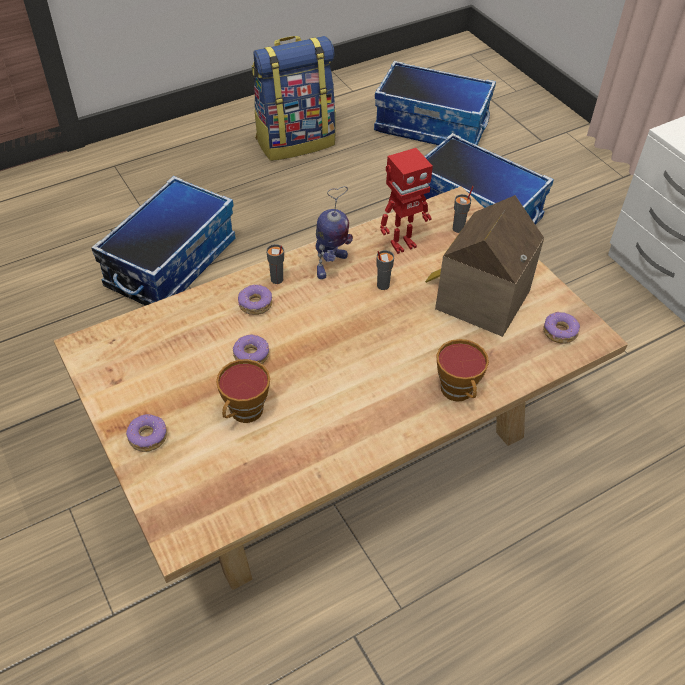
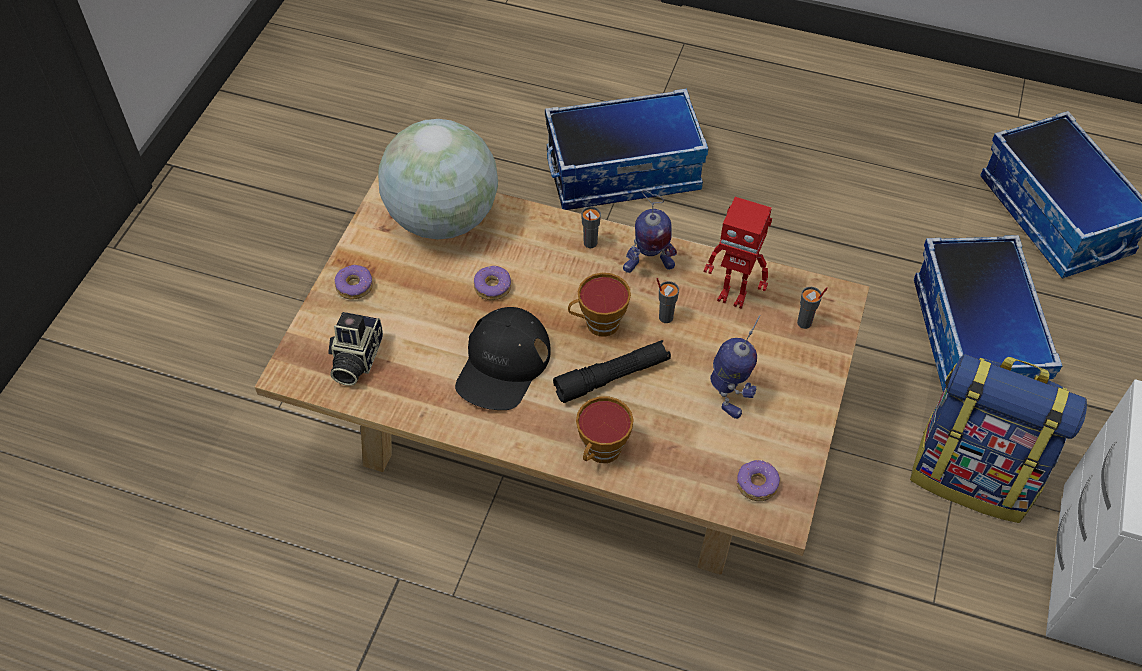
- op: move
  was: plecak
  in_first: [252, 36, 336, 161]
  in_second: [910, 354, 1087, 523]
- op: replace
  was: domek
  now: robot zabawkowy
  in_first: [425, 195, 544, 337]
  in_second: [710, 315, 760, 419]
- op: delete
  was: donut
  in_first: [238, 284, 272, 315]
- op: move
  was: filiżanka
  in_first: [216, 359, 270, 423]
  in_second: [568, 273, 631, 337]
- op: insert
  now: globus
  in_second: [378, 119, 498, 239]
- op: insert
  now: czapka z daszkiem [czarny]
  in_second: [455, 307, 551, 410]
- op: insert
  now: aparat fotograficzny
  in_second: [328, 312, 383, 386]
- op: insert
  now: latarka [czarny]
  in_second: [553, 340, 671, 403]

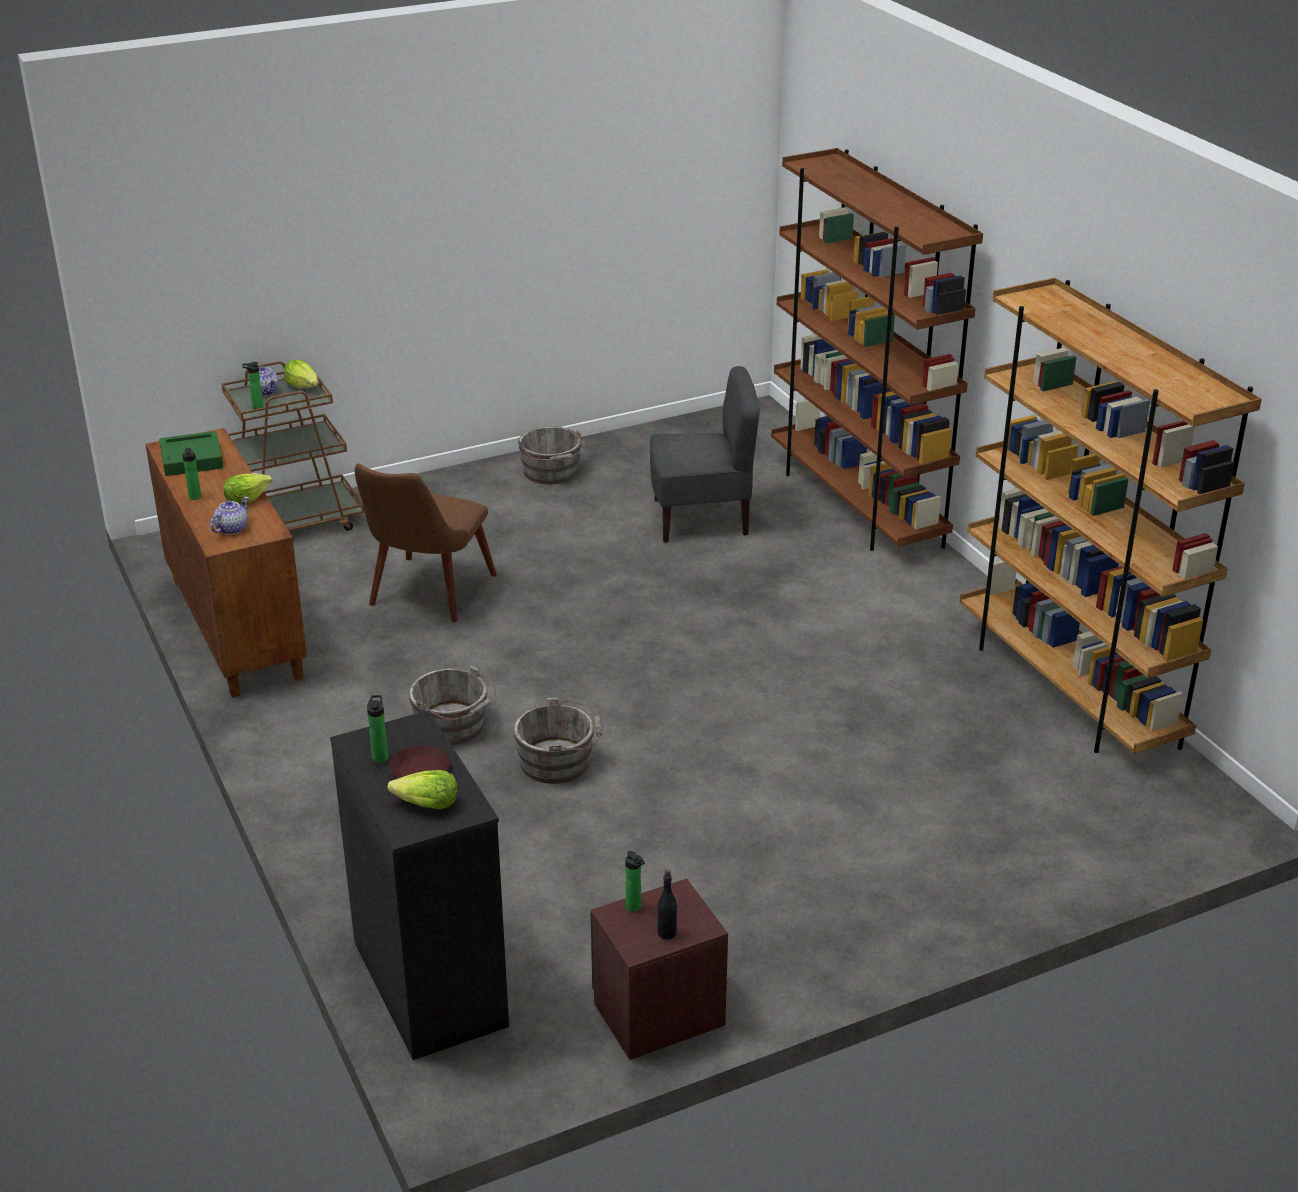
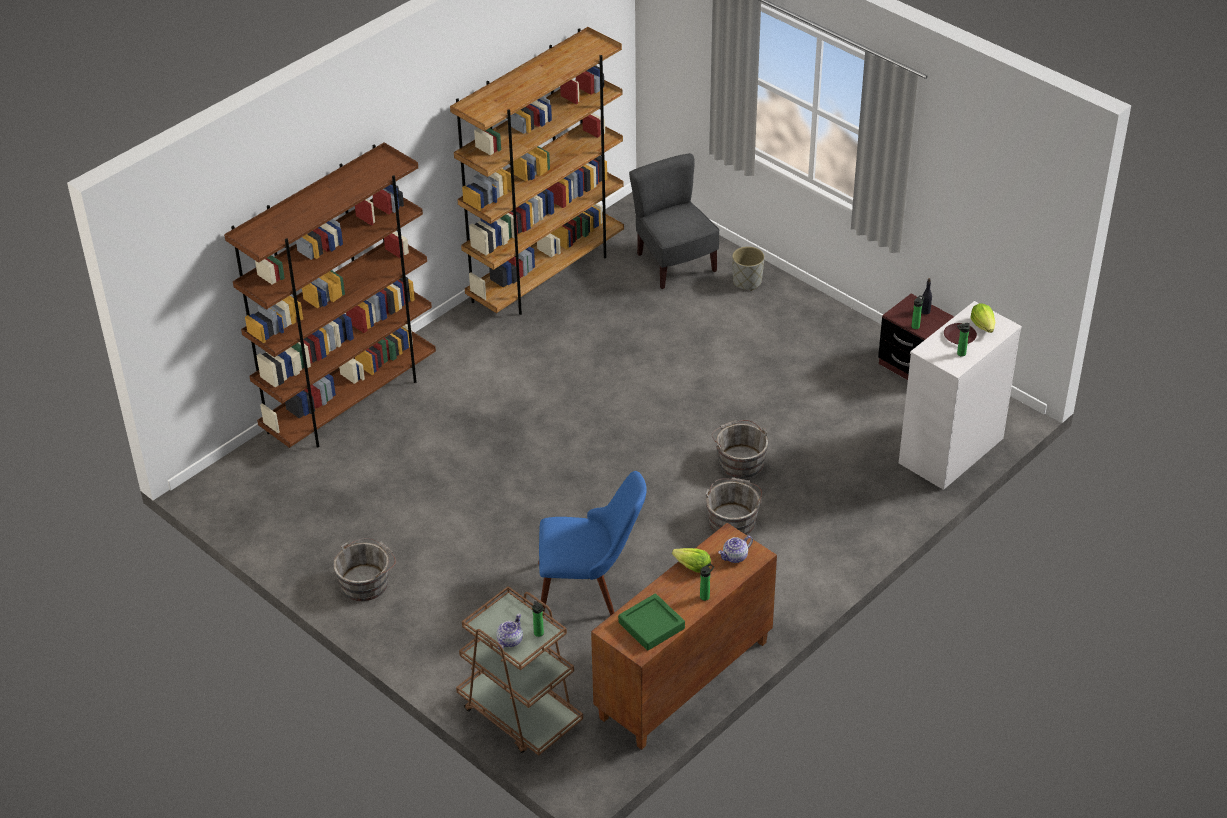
- op: delete
  was: sałata
  in_first: [284, 359, 318, 388]
- op: move
  was: krzesło [szary]
  in_first: [650, 366, 760, 543]
  in_second: [629, 153, 719, 289]
- op: recolor
  was: krzesło [brązowy]
  now: krzesło [niebieski]
  in_first: [355, 463, 497, 622]
  in_second: [538, 471, 647, 616]
- op: rotate
  was: imbryk
  in_first: [210, 497, 249, 535]
  in_second: [718, 536, 753, 563]
  clockwise: -45
- op: recolor
  was: komoda [czarny]
  now: komoda [biały]
  in_first: [330, 710, 509, 1060]
  in_second: [899, 301, 1022, 490]
- op: insert
  now: donica [szary]
  in_second: [732, 246, 765, 291]

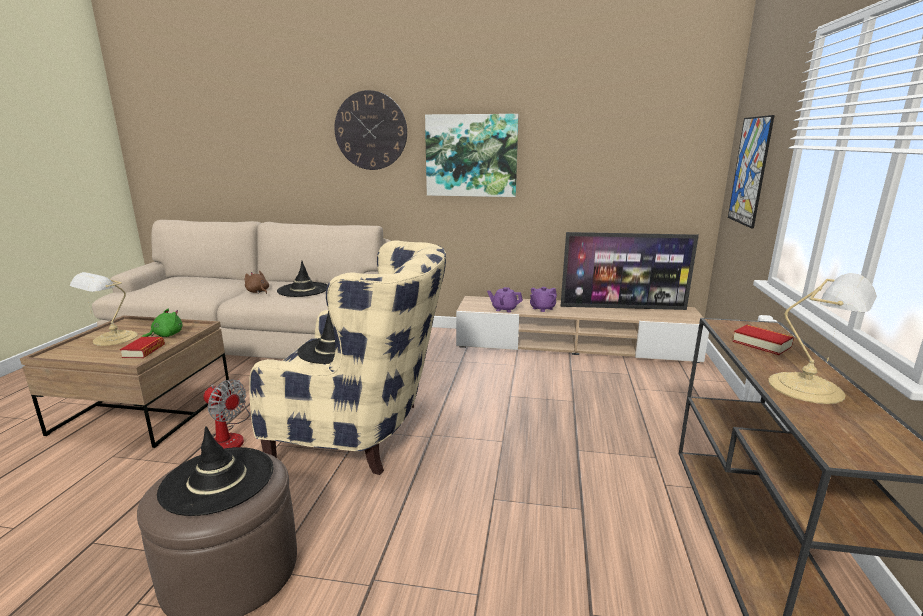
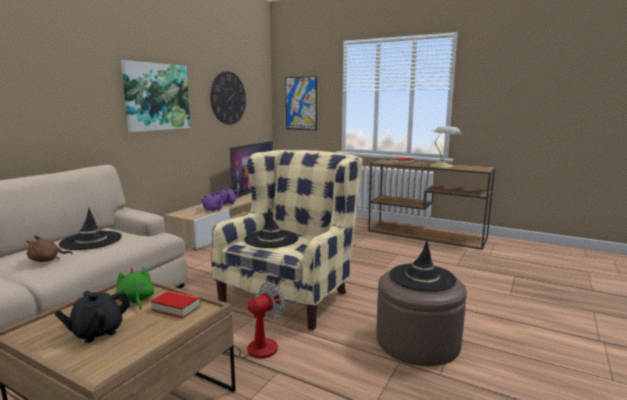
- op: move
  was: zegar ścienny
  in_first: [335, 90, 407, 170]
  in_second: [210, 71, 246, 125]
- op: replace
  was: lampa stołowa
  now: imbryk [czarny]
  in_first: [69, 272, 138, 346]
  in_second: [54, 291, 131, 343]

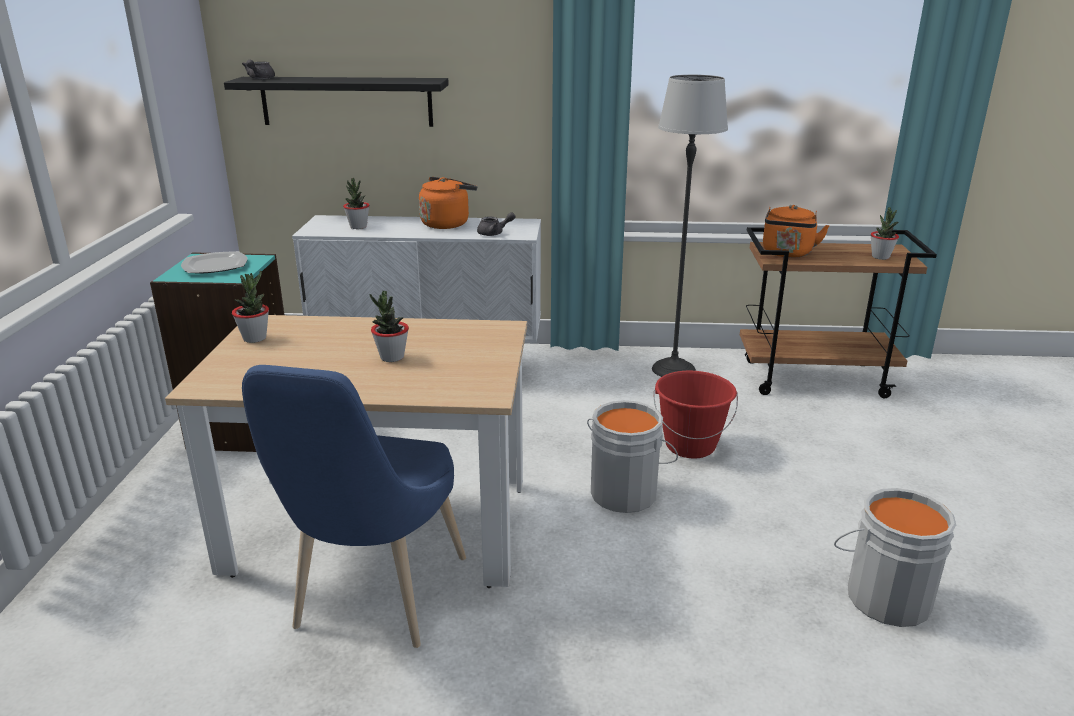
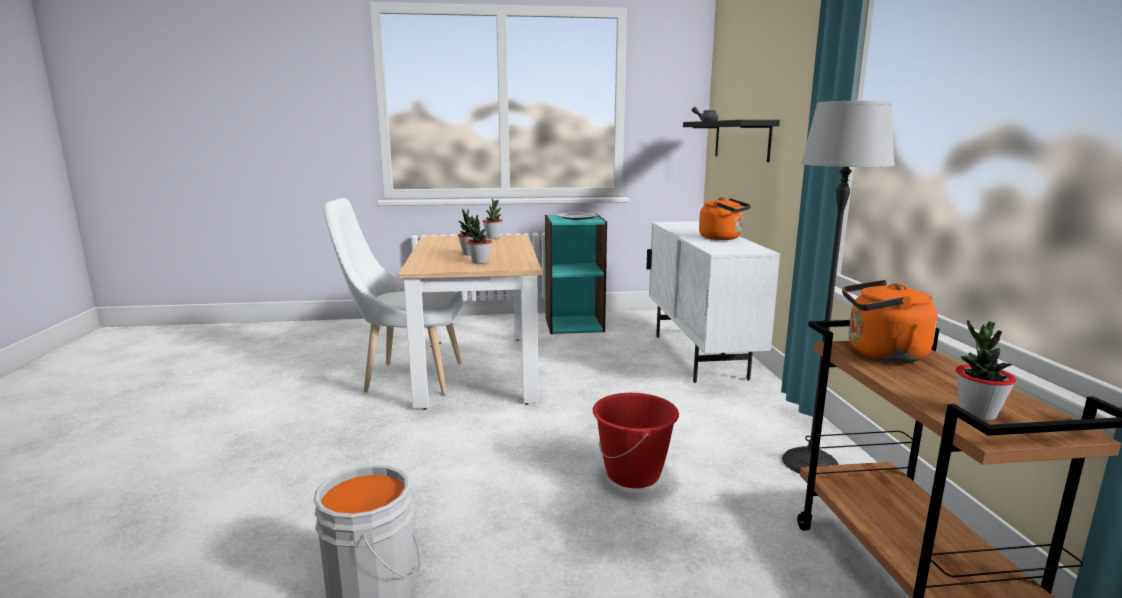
- op: move
  was: roślina doniczkowa
  in_first: [343, 178, 370, 229]
  in_second: [466, 215, 492, 264]
- op: delete
  was: imbryk [szary]
  in_first: [477, 212, 516, 236]
- op: recolor
  was: krzesło [niebieski]
  now: krzesło [biały]
  in_first: [242, 365, 466, 648]
  in_second: [324, 198, 463, 395]
- op: delete
  was: wiadro [szary]
  in_first: [587, 400, 678, 513]

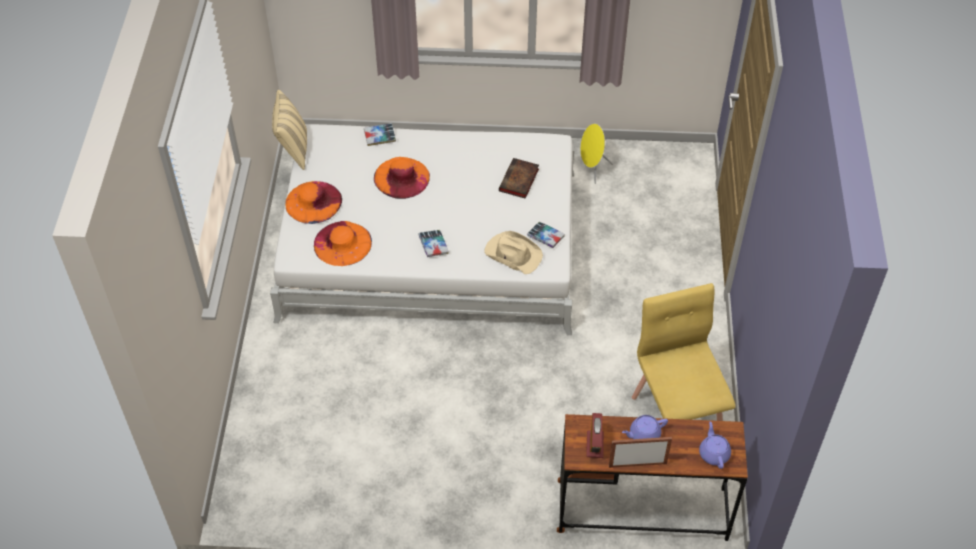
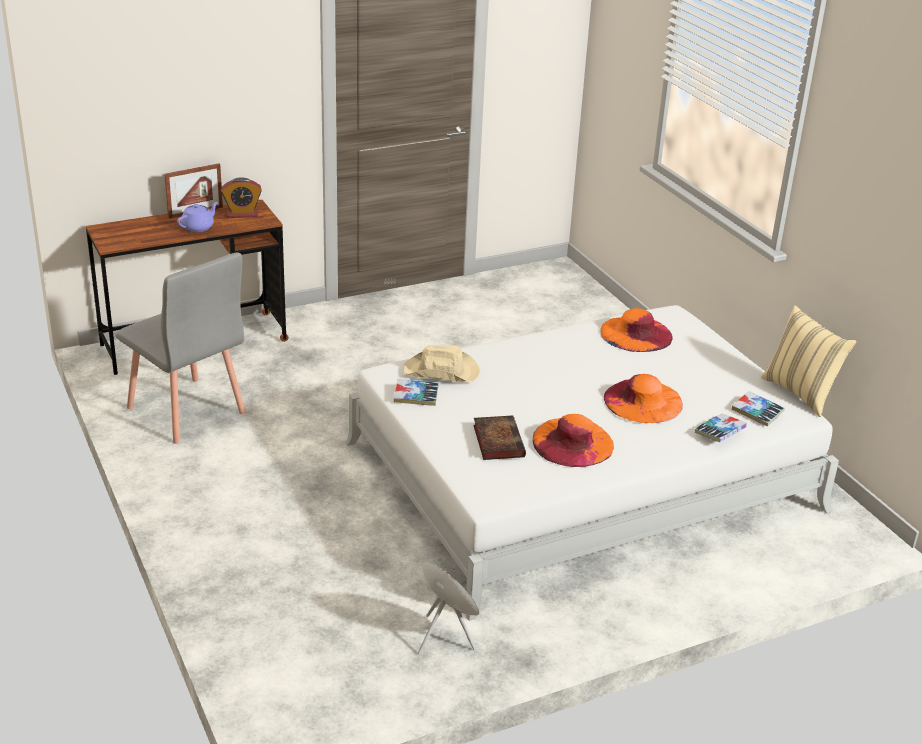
- op: move
  was: kapelusz [pomarańczowy]
  in_first: [286, 181, 342, 224]
  in_second: [533, 414, 614, 467]
- op: move
  was: książka
  in_first: [418, 230, 449, 257]
  in_second: [732, 391, 784, 426]
- op: recolor
  was: krzesło [żółty]
  now: krzesło [szary]
  in_first: [632, 283, 736, 421]
  in_second: [115, 252, 246, 444]
- op: rotate
  was: budzik
  in_first: [586, 413, 604, 458]
  in_second: [221, 177, 262, 218]
  clockwise: -75
- op: delete
  was: imbryk [fioletowy]
  in_first: [699, 421, 731, 469]

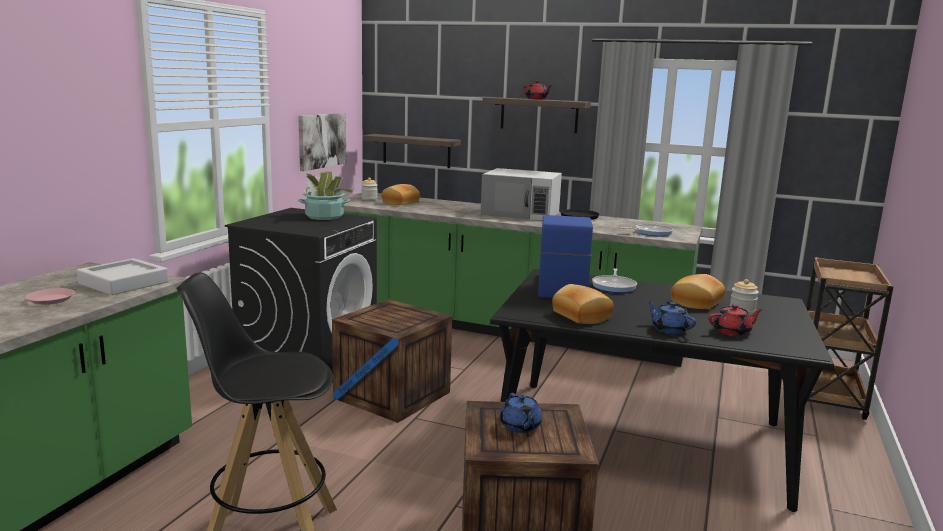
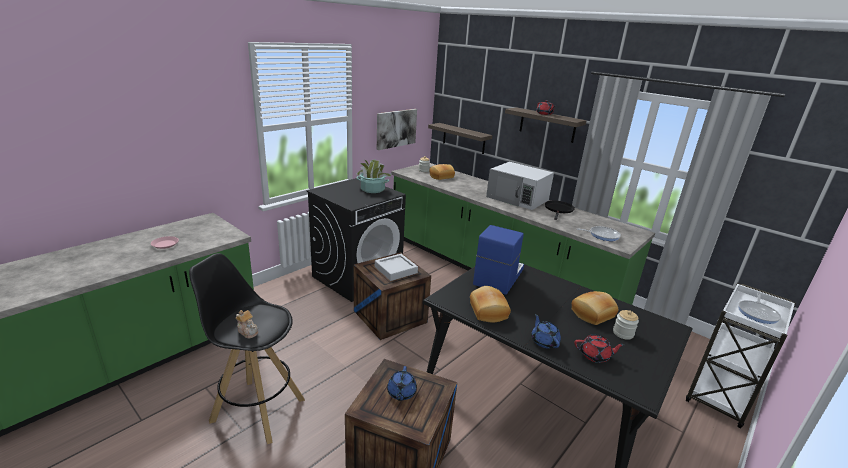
- op: recolor
  was: wózek [brązowy]
  now: wózek [biały]
  in_first: [806, 257, 894, 420]
  in_second: [686, 283, 796, 428]
- op: move
  was: taca [szary]
  in_first: [77, 258, 169, 295]
  in_second: [375, 254, 418, 281]
- op: move
  was: patelnia
  in_first: [592, 268, 637, 293]
  in_second: [738, 294, 781, 324]
- op: insert
  now: imbryk
  in_second: [235, 310, 258, 338]

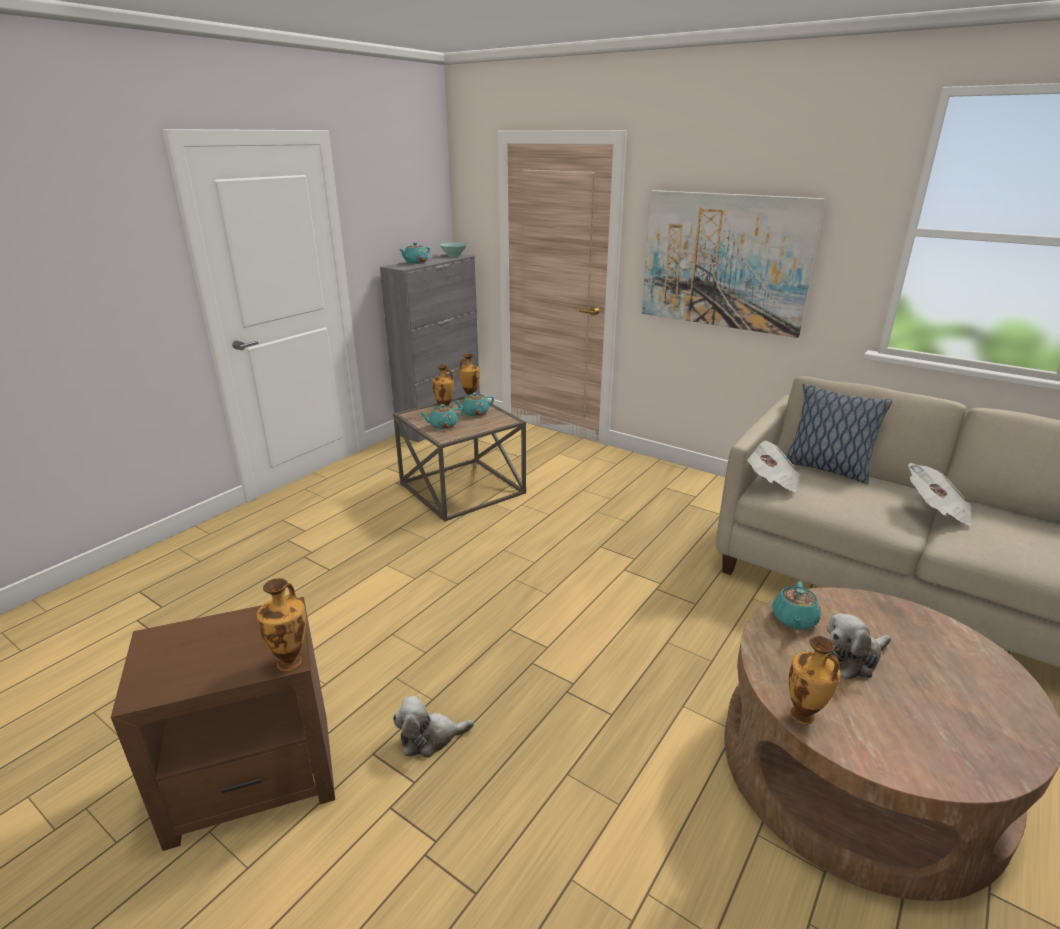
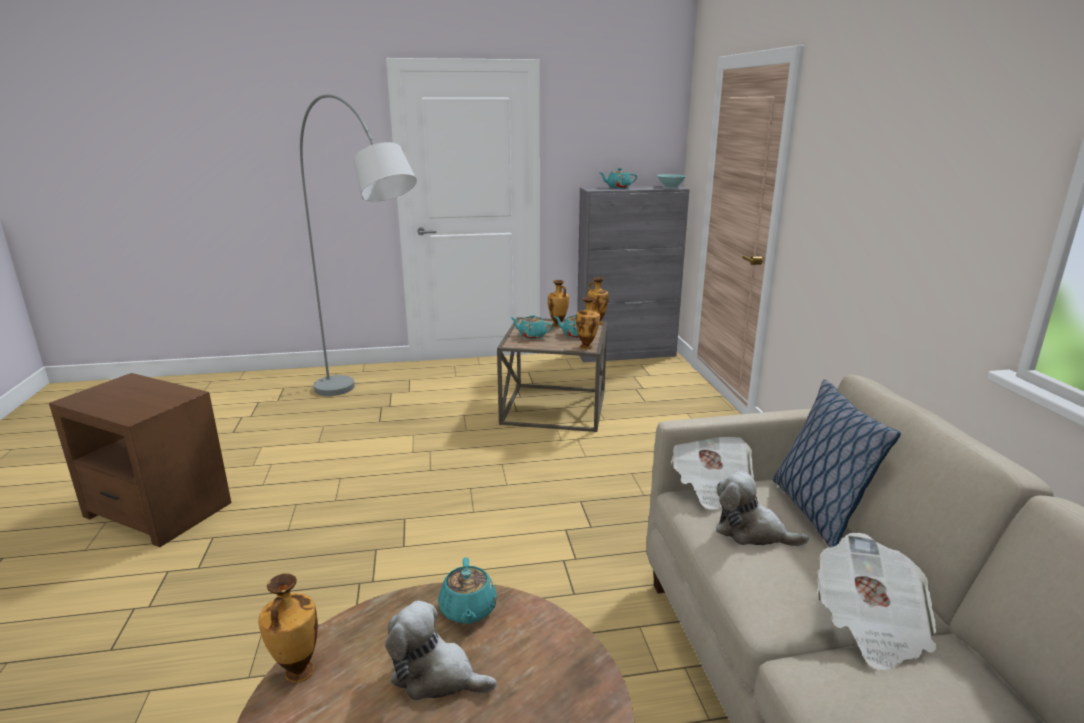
- op: delete
  was: obraz
  in_first: [642, 190, 825, 338]
- op: move
  was: wazon
  in_first: [257, 578, 306, 671]
  in_second: [576, 297, 600, 349]
- op: rotate
  was: imbryk [turkusowy]
  in_first: [772, 581, 821, 630]
  in_second: [438, 557, 497, 624]
  clockwise: -75
- op: move
  was: pluszak
  in_first: [393, 696, 474, 758]
  in_second: [716, 471, 809, 546]
- op: insert
  now: lampa stojąca [szary]
  in_second: [300, 94, 417, 396]

